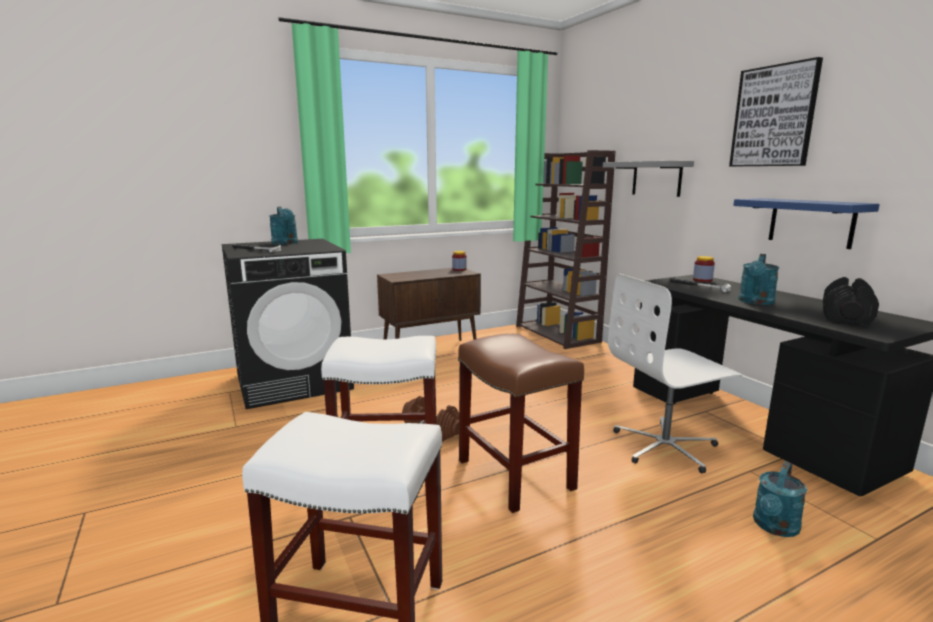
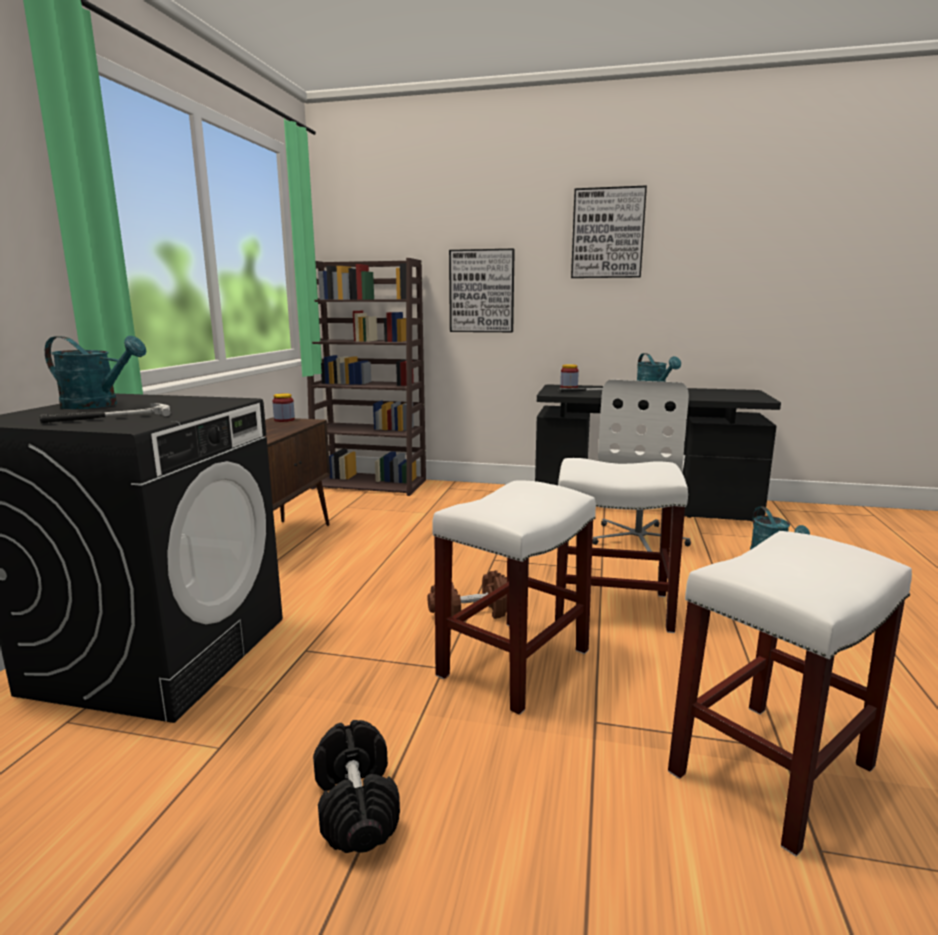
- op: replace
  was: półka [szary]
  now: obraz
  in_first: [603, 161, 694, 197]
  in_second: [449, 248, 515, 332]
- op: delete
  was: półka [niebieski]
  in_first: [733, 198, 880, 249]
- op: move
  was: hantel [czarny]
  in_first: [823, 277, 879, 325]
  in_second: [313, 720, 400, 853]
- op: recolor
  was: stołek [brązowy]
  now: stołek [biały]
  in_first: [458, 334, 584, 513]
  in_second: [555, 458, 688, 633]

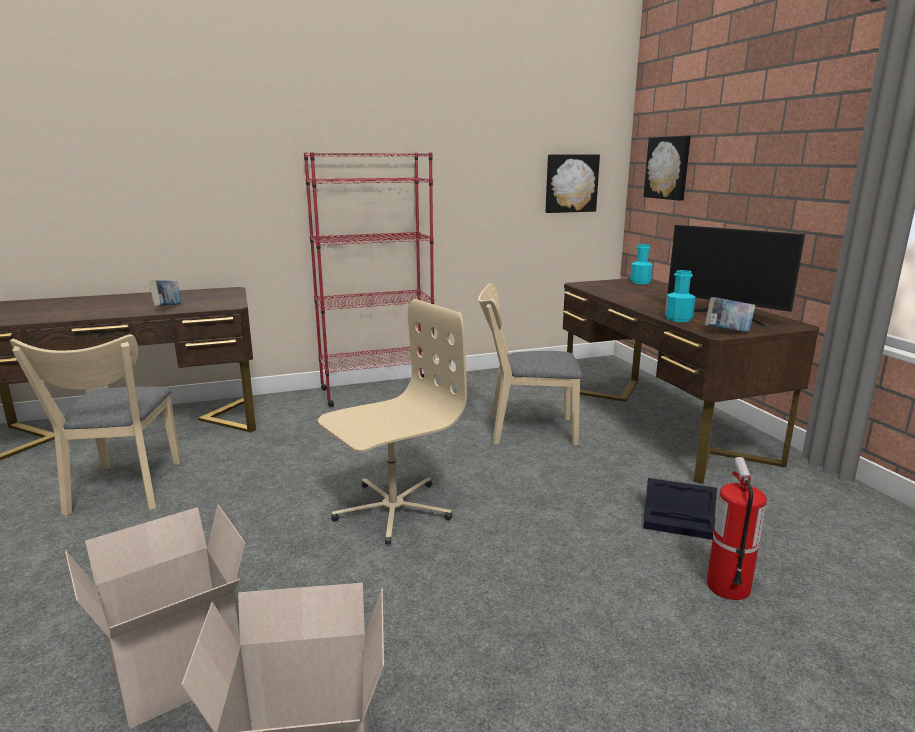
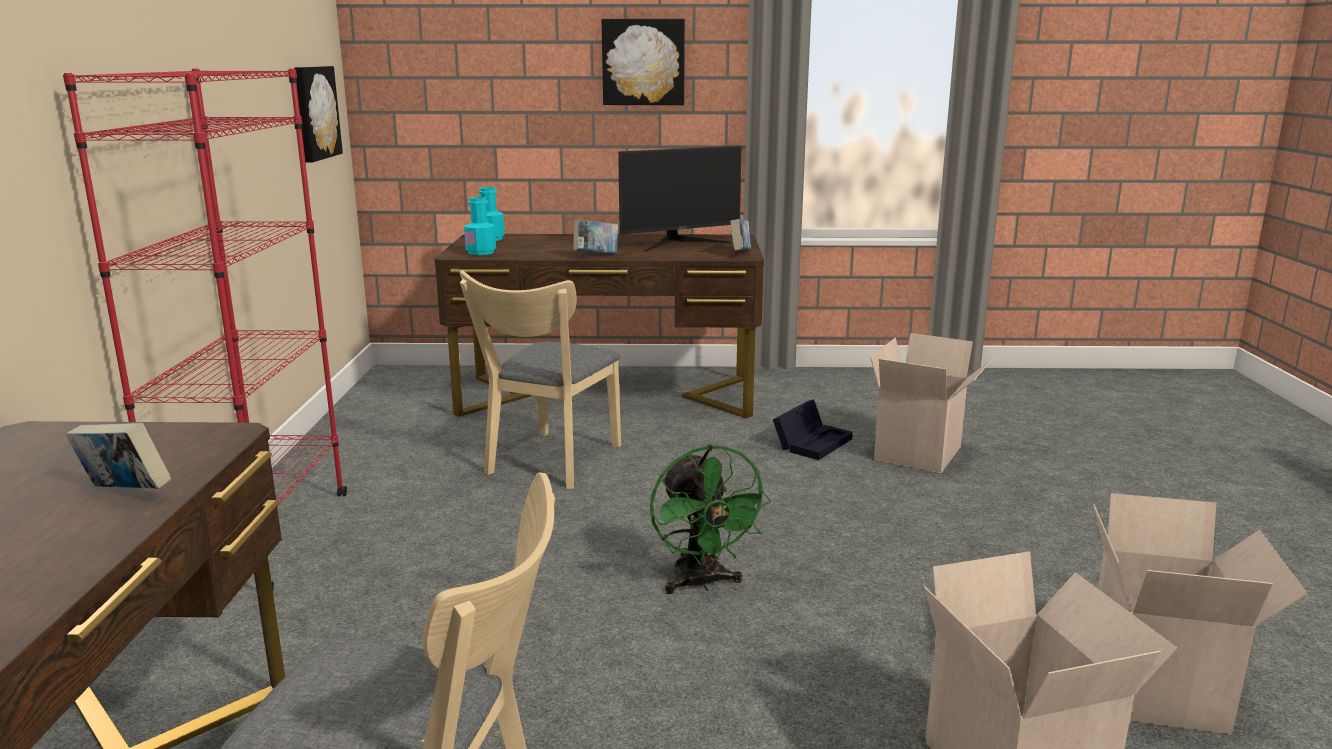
- op: move
  was: obraz
  in_first: [643, 136, 691, 201]
  in_second: [602, 19, 685, 105]
- op: move
  was: butelka [turkusowy]
  in_first: [665, 270, 695, 322]
  in_second: [464, 197, 496, 255]
- op: replace
  was: krzesło biurowe [beżowy]
  now: wentylator [zielony]
  in_first: [318, 299, 467, 545]
  in_second: [650, 445, 771, 594]
- op: replace
  was: gaśnica
  now: karton
  in_first: [707, 457, 767, 600]
  in_second: [870, 333, 993, 474]
- op: insert
  now: książka
  in_second: [573, 220, 618, 253]

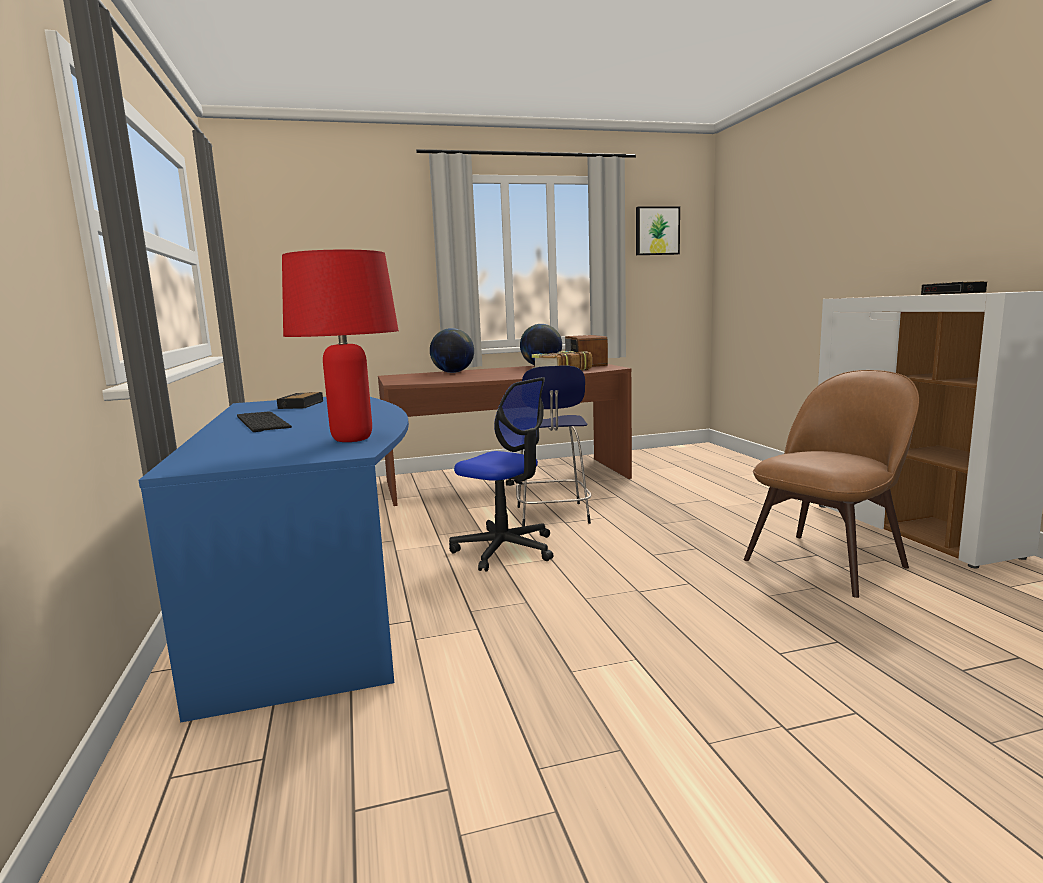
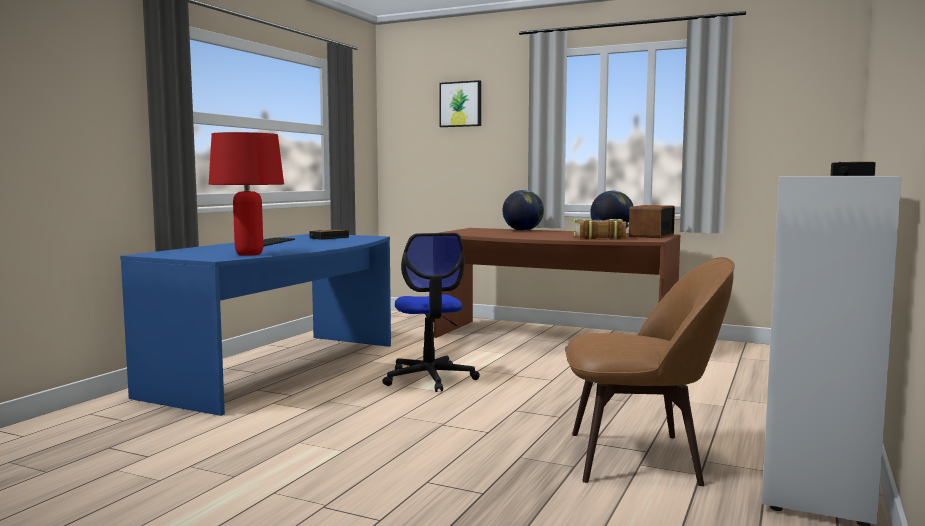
- op: move
  was: obraz
  in_first: [636, 207, 680, 255]
  in_second: [439, 80, 481, 127]
- op: delete
  was: stołek [niebieski]
  in_first: [516, 366, 591, 527]

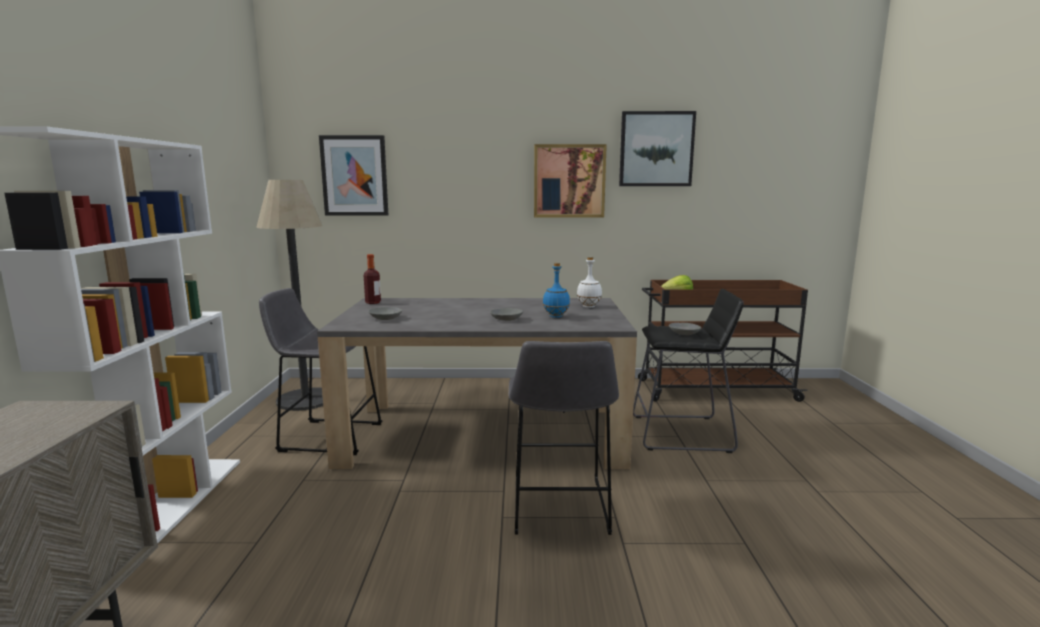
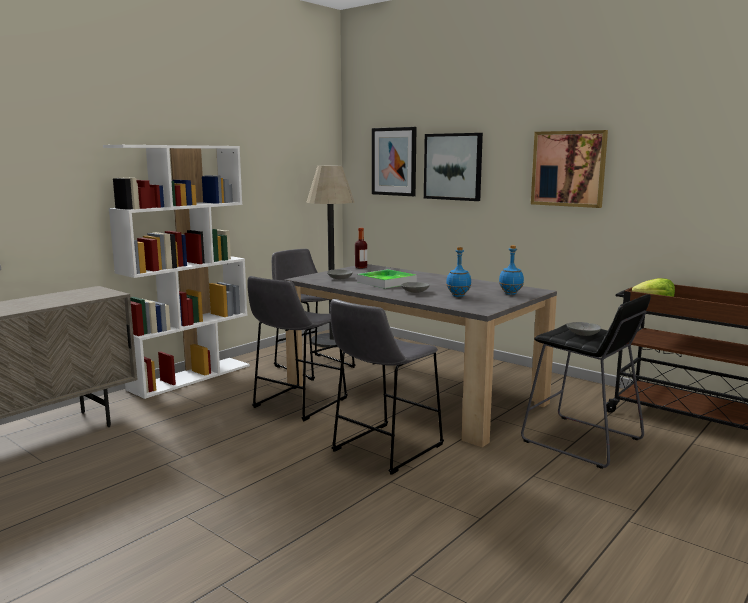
- op: move
  was: obraz
  in_first: [619, 111, 696, 186]
  in_second: [424, 133, 483, 201]
- op: recolor
  was: butelka [biały]
  now: butelka [niebieski]
  in_first: [577, 257, 602, 308]
  in_second: [499, 245, 524, 295]
- op: insert
  now: taca
  in_second: [357, 269, 416, 289]
- op: insert
  now: stołek [szary]
  in_second: [247, 276, 348, 421]

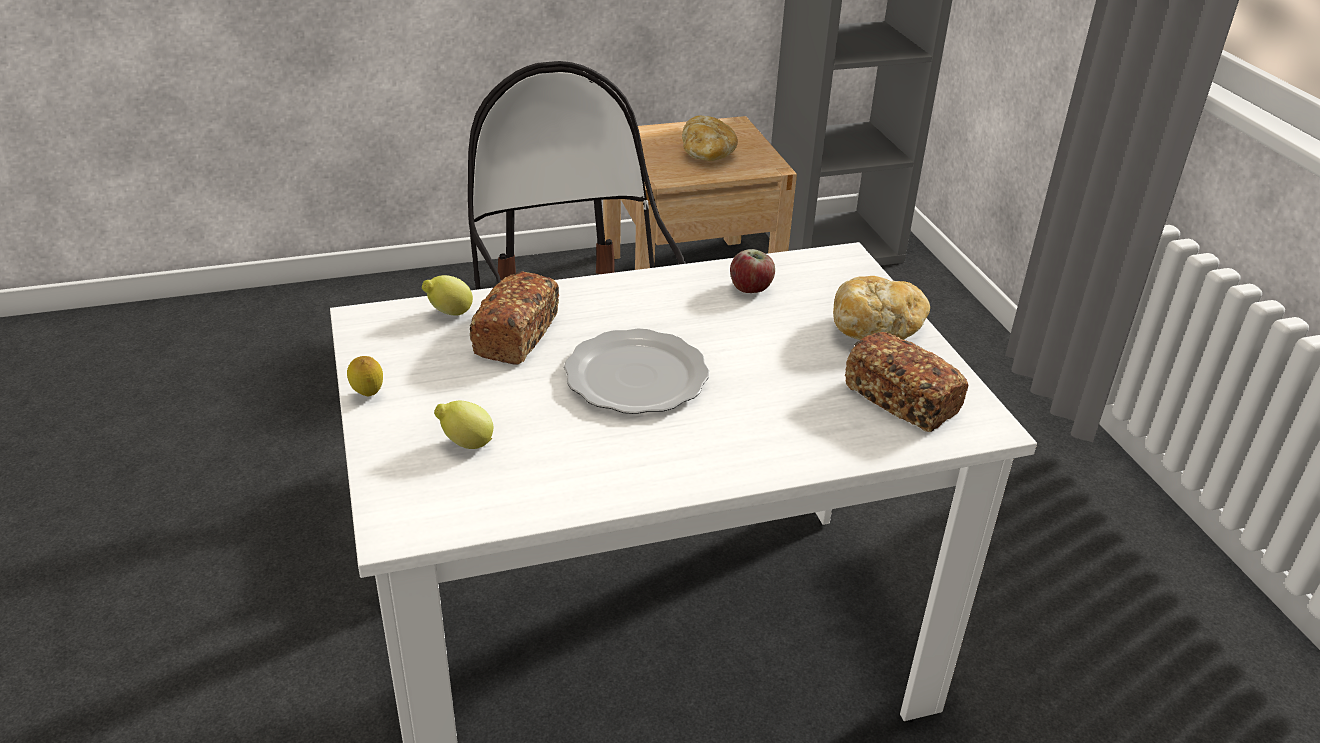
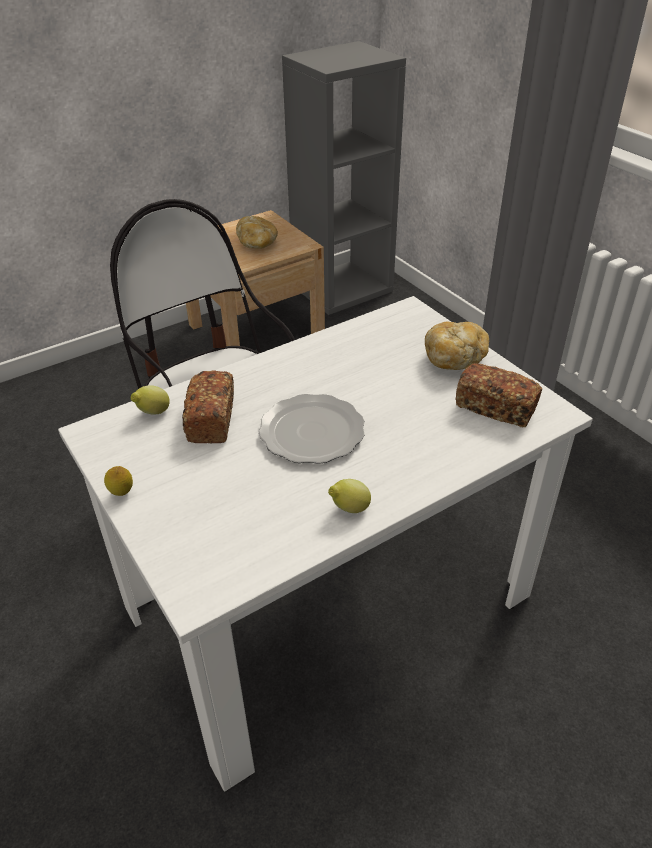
- op: delete
  was: jabłko
  in_first: [730, 249, 775, 293]
- op: move
  was: cytryna
  in_first: [434, 400, 493, 449]
  in_second: [328, 479, 371, 513]

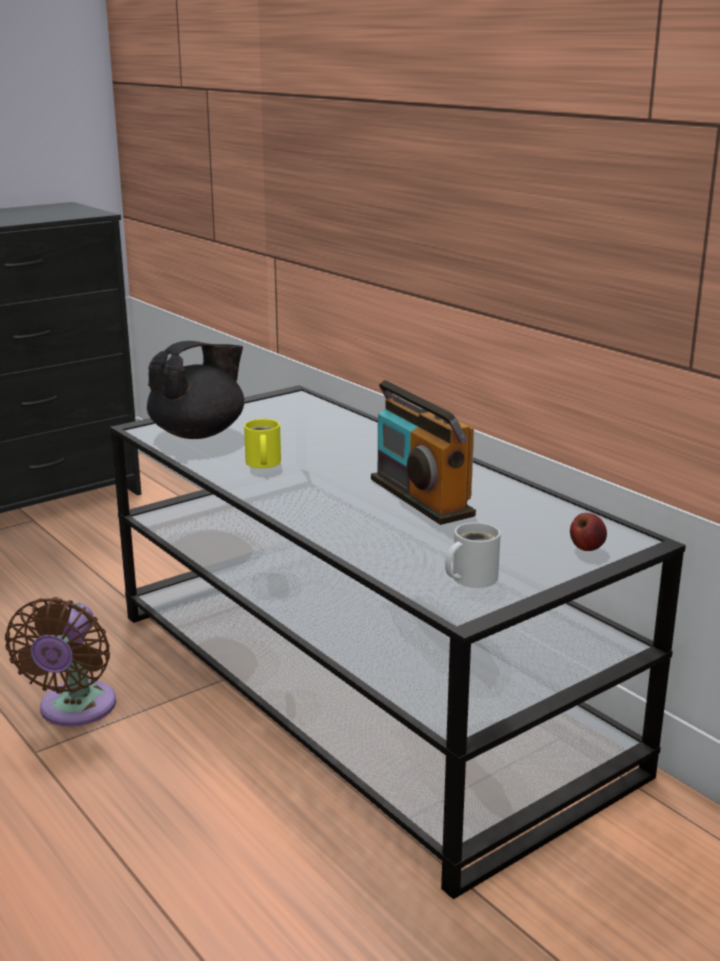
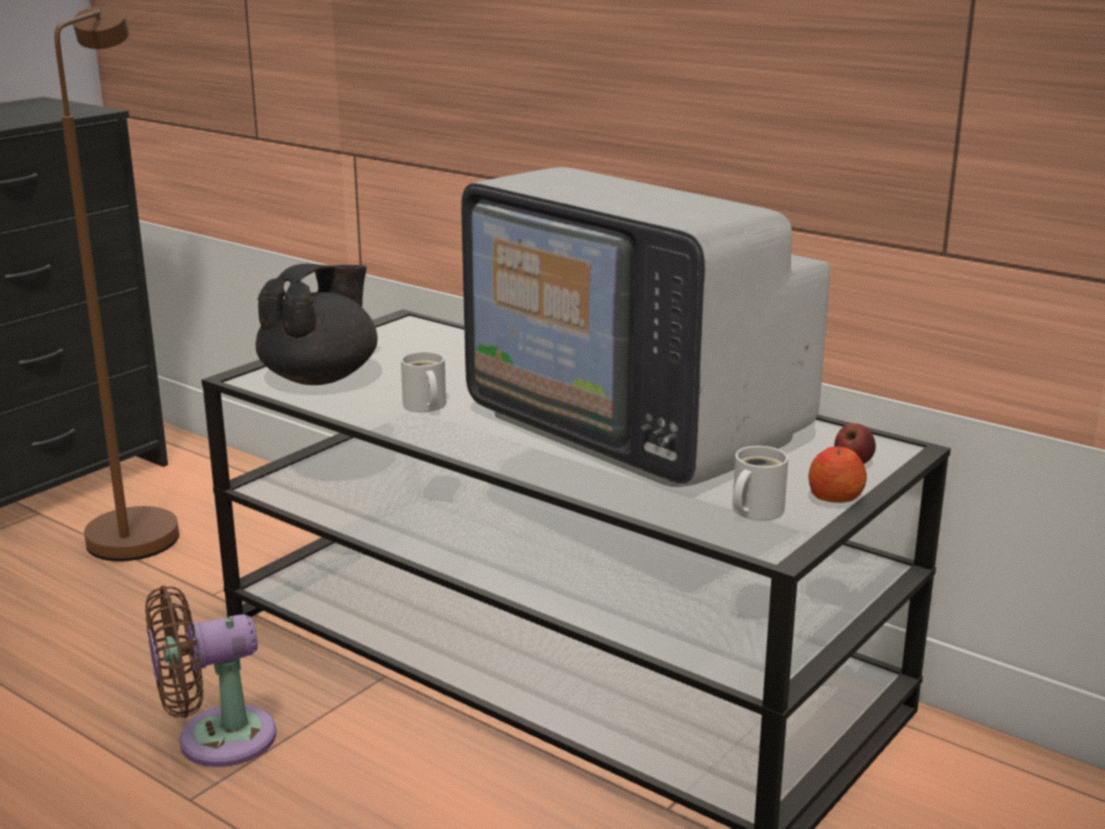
- op: replace
  was: radio
  now: telewizor
  in_first: [371, 380, 476, 525]
  in_second: [461, 167, 830, 487]
- op: recolor
  was: kubek [żółty]
  now: kubek [biały]
  in_first: [244, 419, 281, 468]
  in_second: [401, 352, 446, 412]
- op: rotate
  was: wentylator [brązowy]
  in_first: [5, 597, 116, 726]
  in_second: [145, 586, 276, 767]
  clockwise: 75
- op: insert
  now: lampa stojąca [brązowy]
  in_second: [54, 6, 179, 561]
- op: insert
  now: jabłko
  in_second: [808, 444, 867, 503]

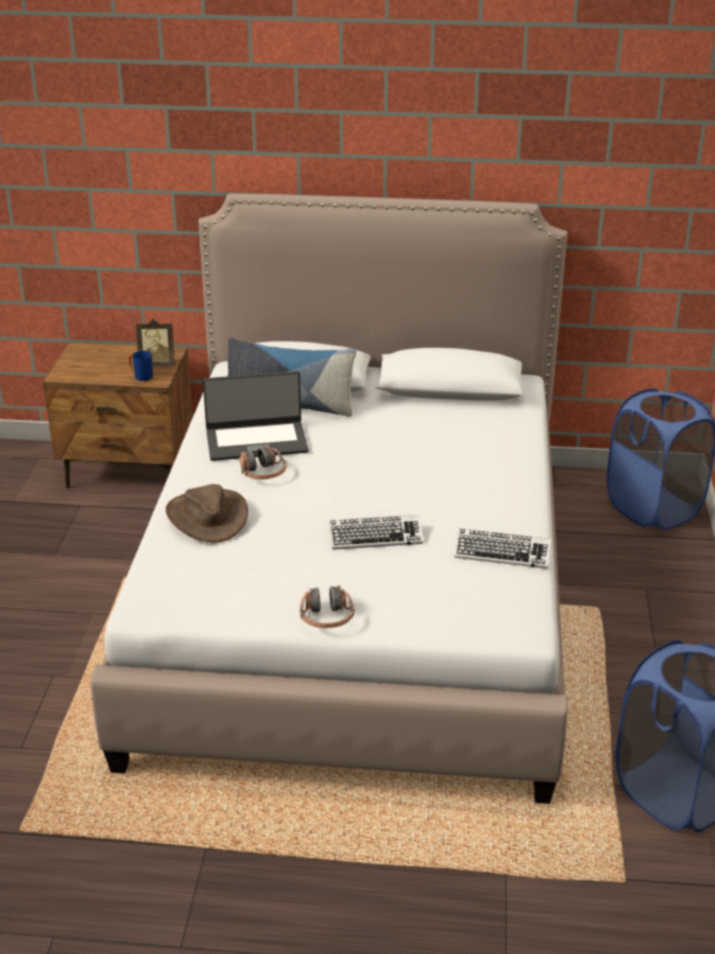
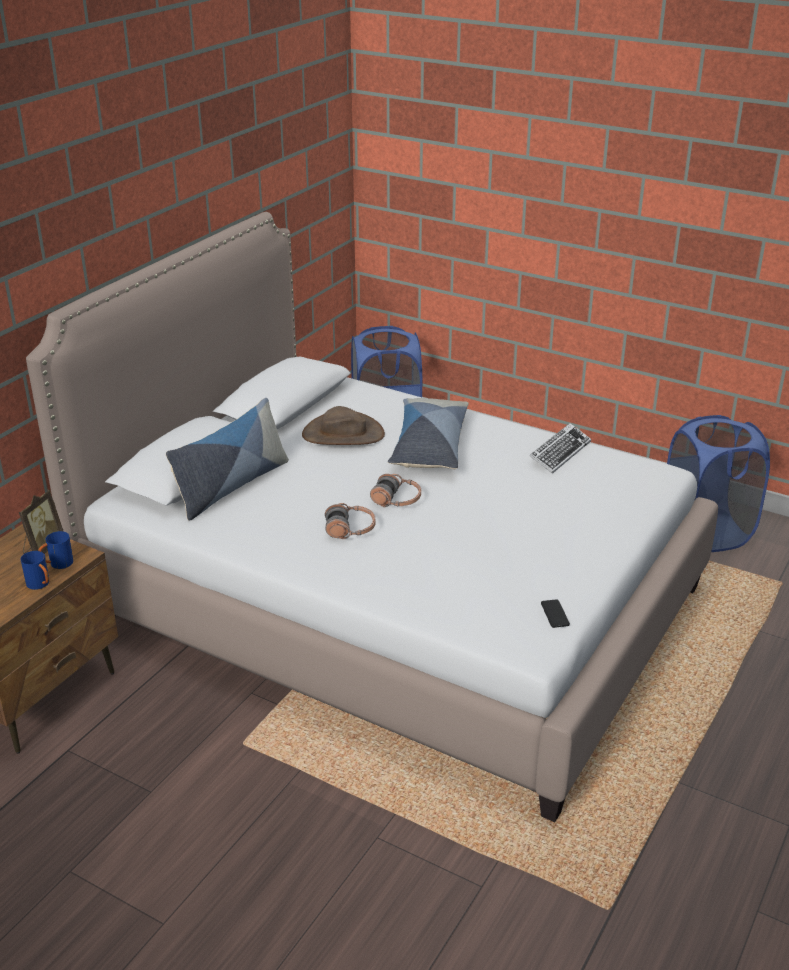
- op: delete
  was: laptop
  in_first: [203, 371, 308, 461]
- op: move
  was: kapelusz [brązowy]
  in_first: [166, 484, 248, 542]
  in_second: [302, 406, 385, 445]
- op: delete
  was: klawiatura
  in_first: [329, 515, 423, 550]
- op: move
  was: słuchawki
  in_first: [300, 585, 354, 628]
  in_second: [370, 474, 421, 507]
- op: insert
  now: poduszka
  in_second: [388, 398, 469, 469]
- op: insert
  now: kubek [niebieski]
  in_second: [21, 551, 49, 590]
- op: insert
  now: telefon
  in_second: [541, 599, 570, 628]

